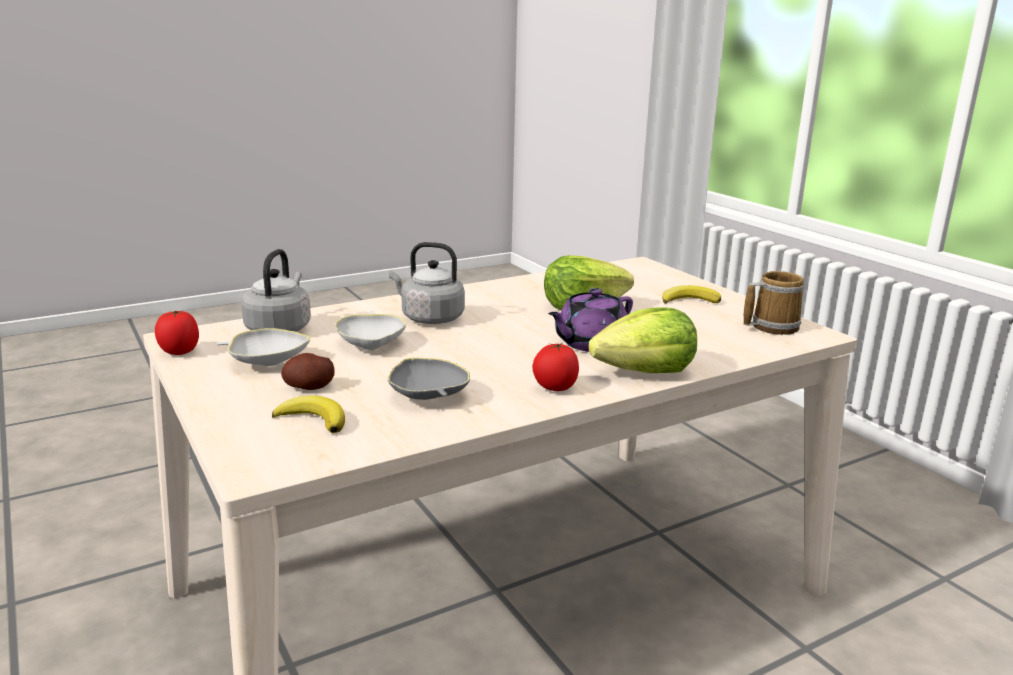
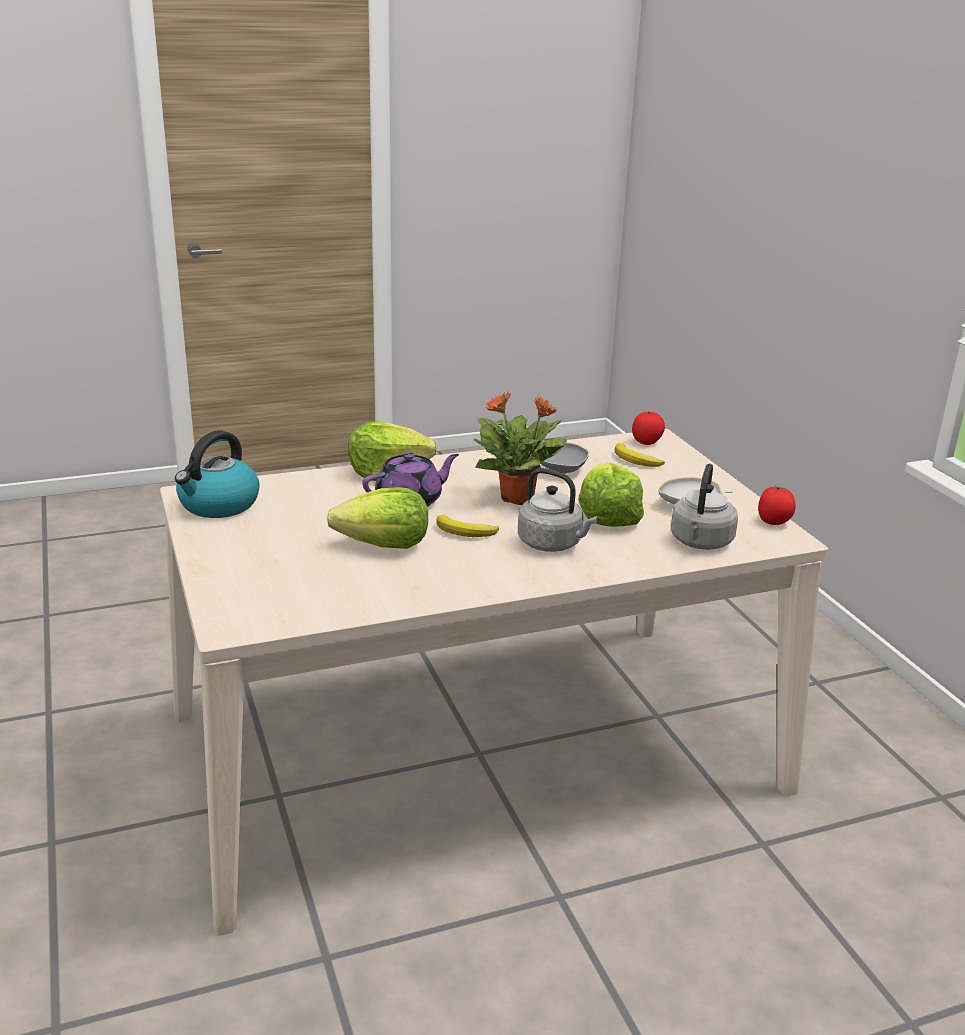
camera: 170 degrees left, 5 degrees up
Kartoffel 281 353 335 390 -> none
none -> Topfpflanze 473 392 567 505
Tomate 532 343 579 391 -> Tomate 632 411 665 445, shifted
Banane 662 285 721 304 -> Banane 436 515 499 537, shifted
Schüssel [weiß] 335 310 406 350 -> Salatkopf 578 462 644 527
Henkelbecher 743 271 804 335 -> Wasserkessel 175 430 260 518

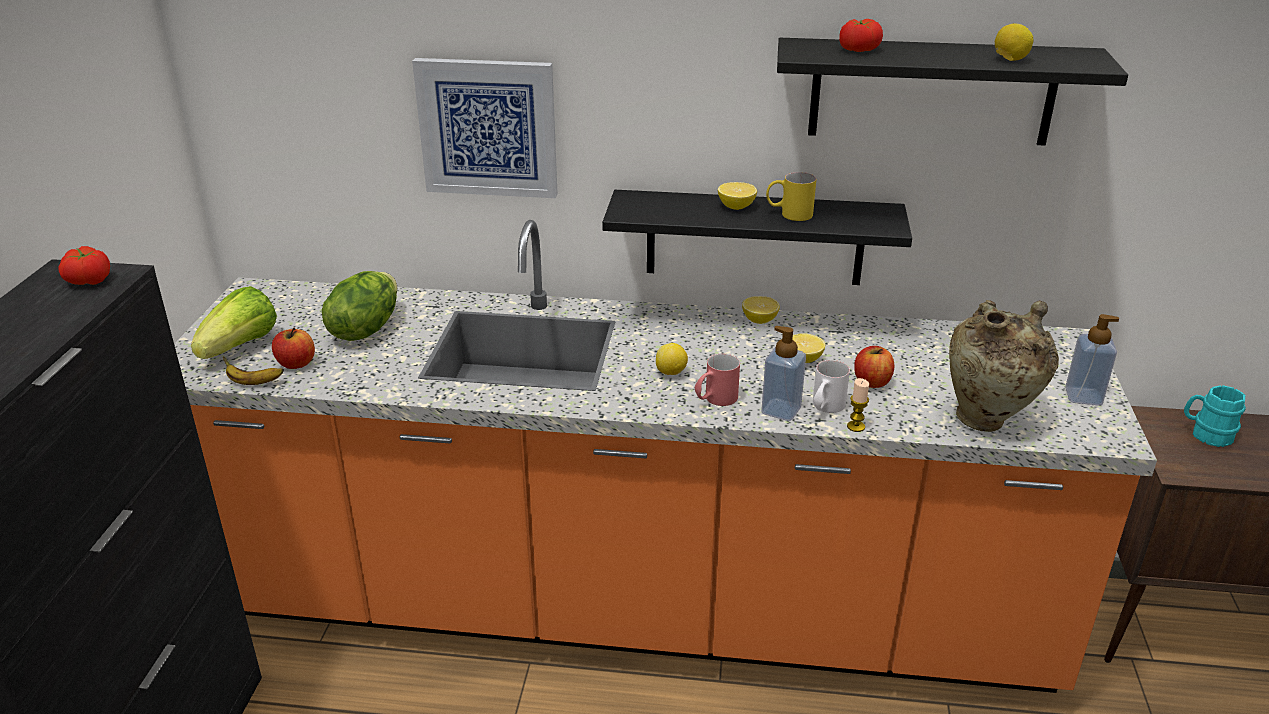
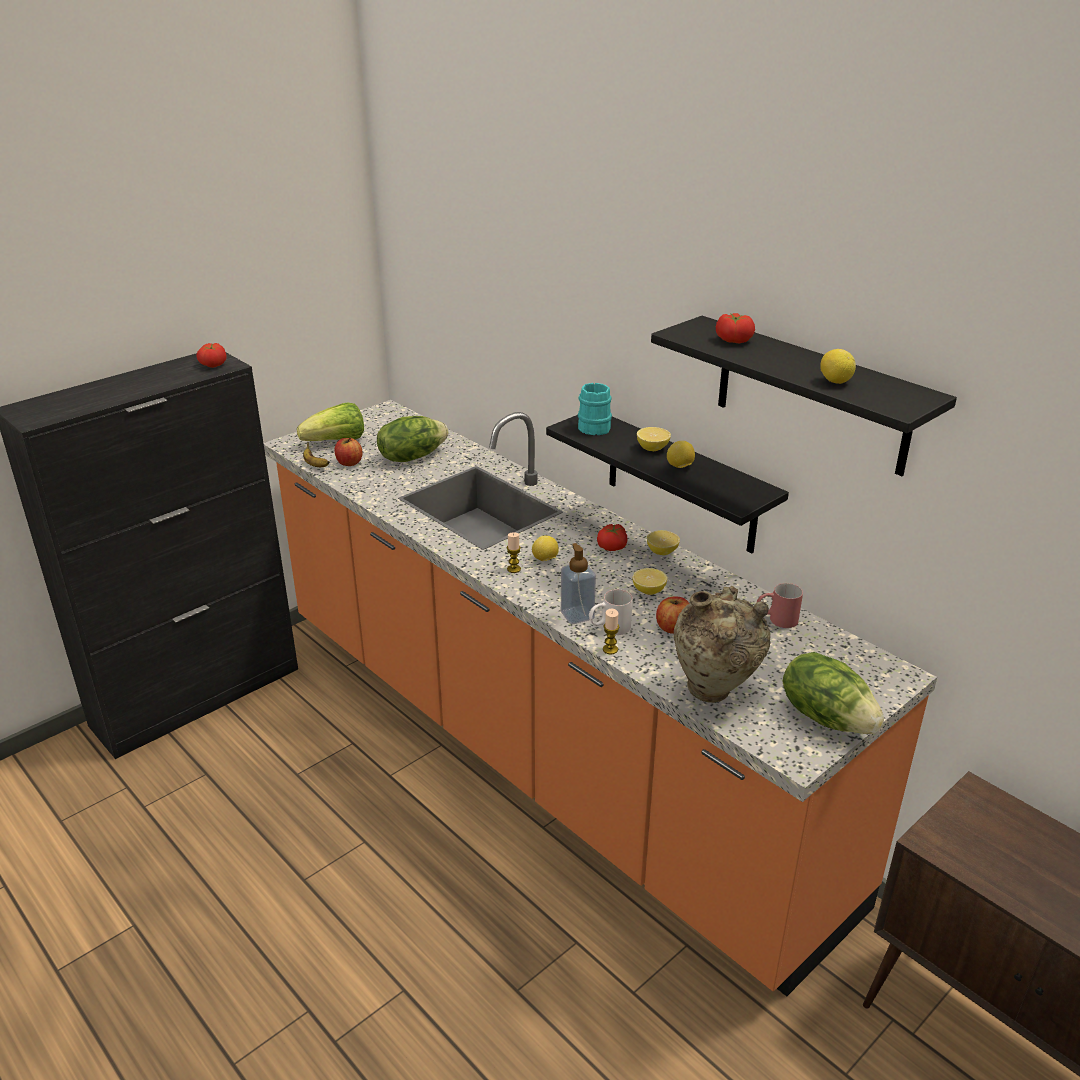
camera: 40 degrees right, 0 degrees up
Bild 412 58 558 198 -> none
none -> Kerze 507 532 521 573
none -> Tomate 597 524 627 551
Henkelbecher [rot] 695 354 740 406 -> Henkelbecher [rot] 757 583 803 628, shifted
Henkelbecher [türkis] 1184 385 1246 447 -> Henkelbecher [türkis] 578 383 612 435, shifted
Henkelbecher [gelb] 766 172 816 221 -> Zitrone 667 441 695 468
Seifenspender 1065 314 1119 406 -> Salatkopf 783 652 884 734

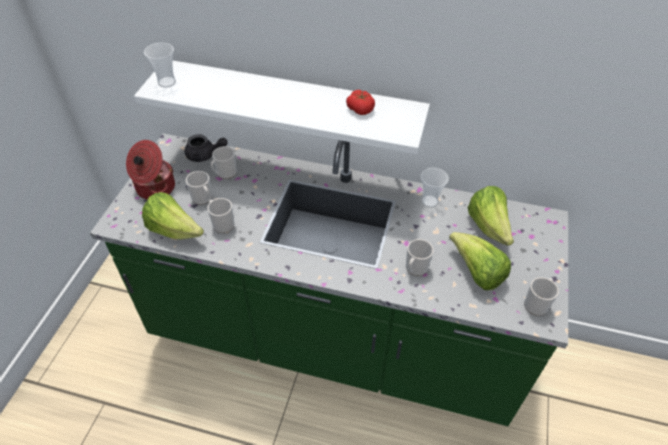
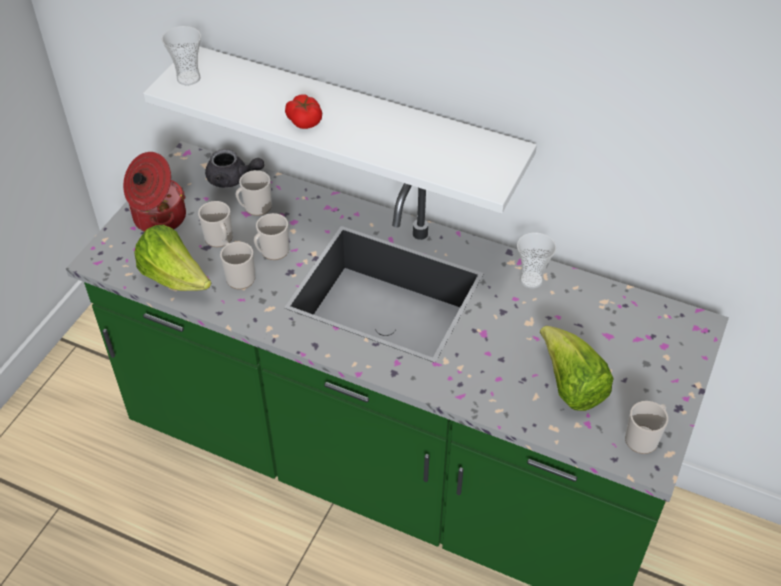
camera: 10 degrees right, 0 degrees up
Salatkopf 468 186 514 246 -> none
Tomate 346 90 375 115 -> Tomate 285 94 322 129, shifted
Henkelbecher 406 239 434 276 -> Henkelbecher 254 213 289 260, shifted

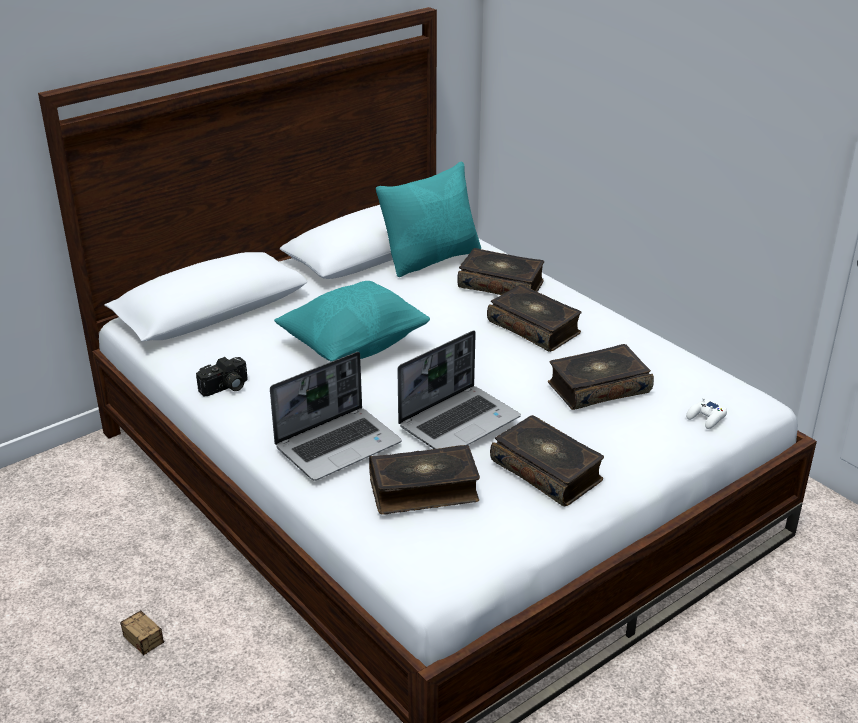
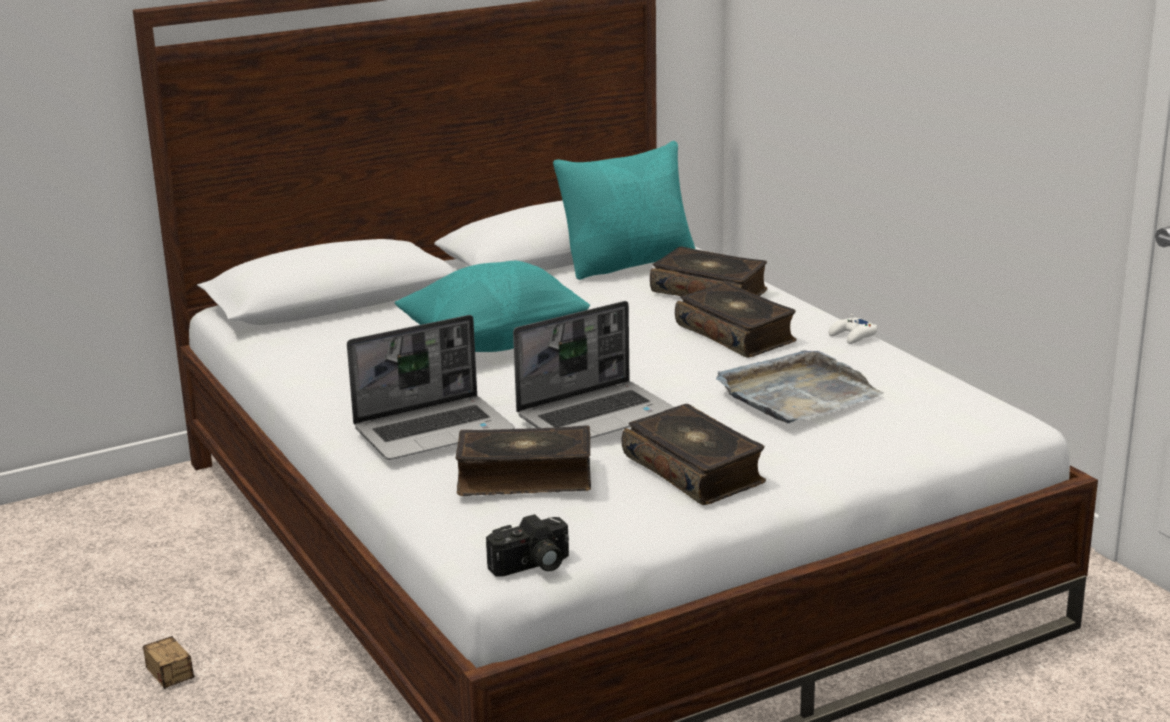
camera: 10 degrees right, 10 degrees down
Kamera 196 357 248 396 -> Kamera 486 514 569 576, shifted
Gamepad [weiß] 686 398 727 429 -> Gamepad [weiß] 829 314 877 344, shifted
Buch 548 344 654 410 -> Tablett [grau] 716 350 883 423

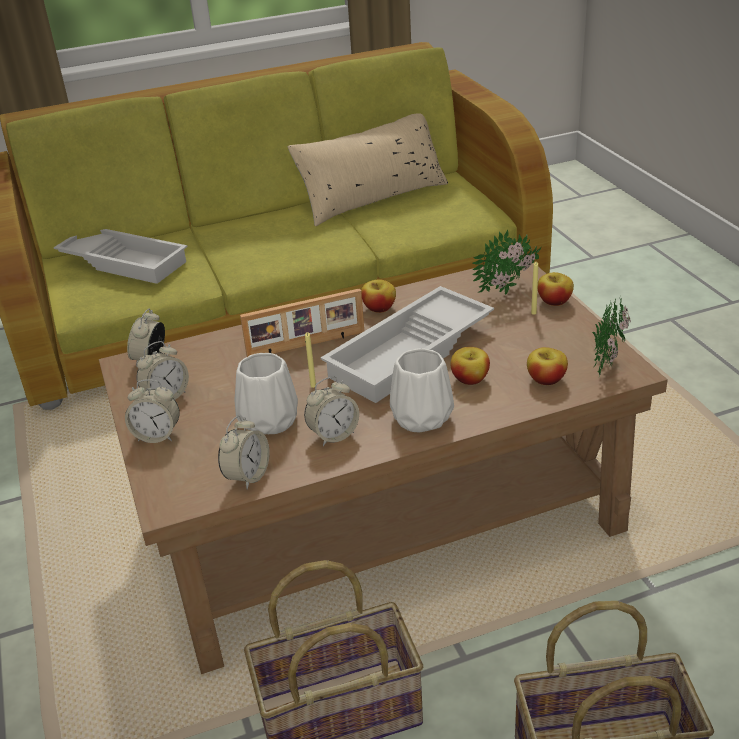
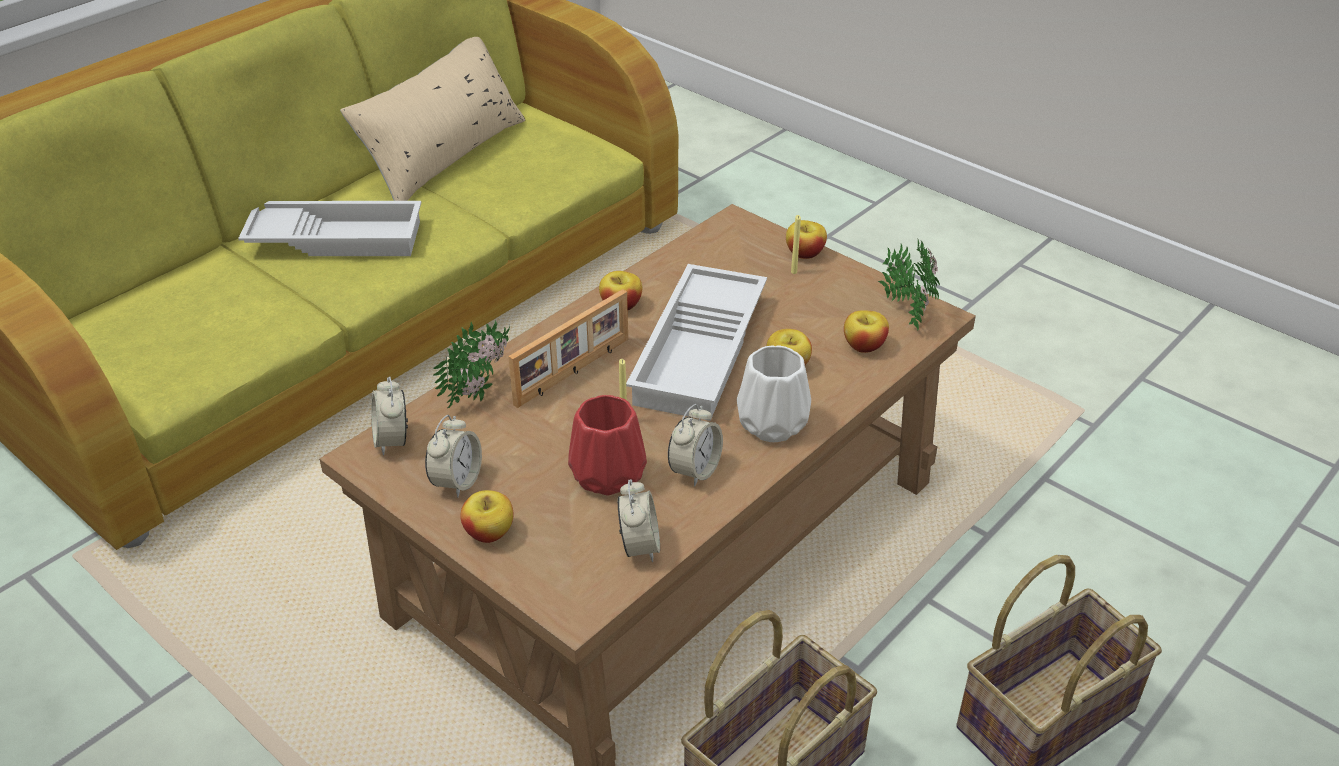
camera: 30 degrees left, 5 degrees up
Tablett [weiß] 54 229 187 284 -> Tablett [weiß] 238 201 421 256, shifted
Topfpflanze 472 229 541 295 -> Topfpflanze 433 320 510 408, shifted
Wecker 125 379 180 443 -> Apfel 460 490 513 543
Vase [weiß] 234 353 298 434 -> Vase [rot] 568 395 647 496

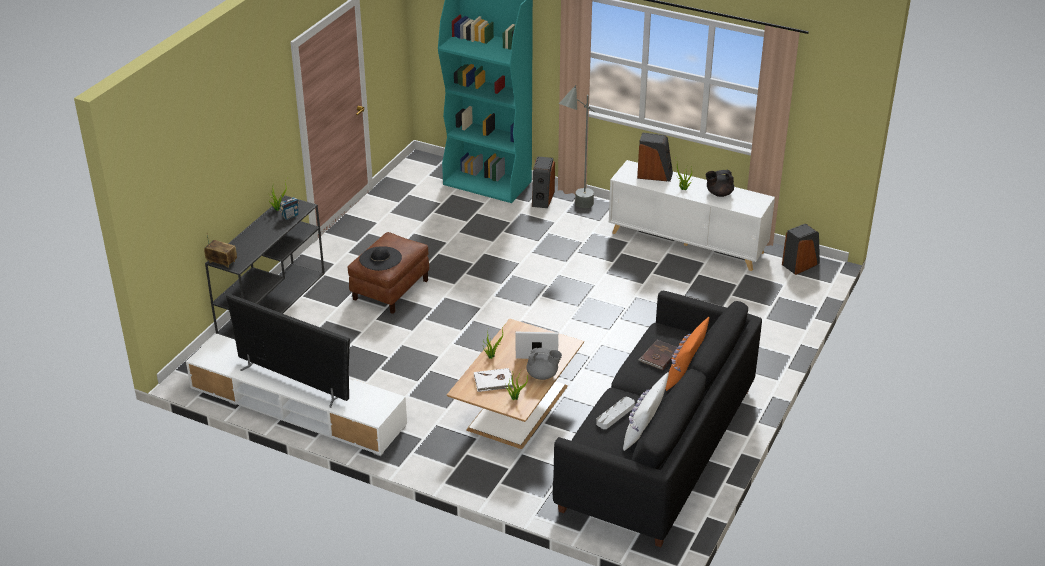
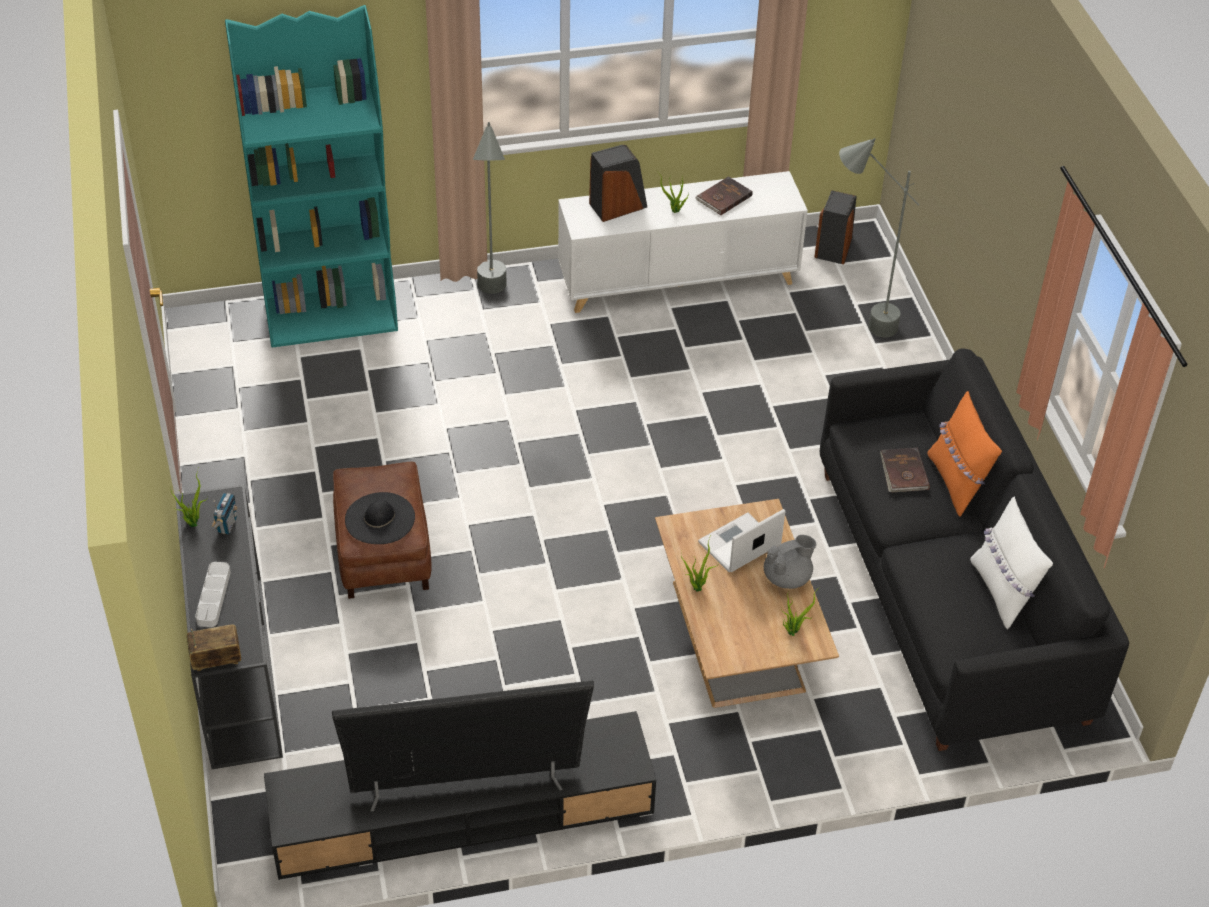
camera: 40 degrees left, 10 degrees up
Buch [weiß] 474 368 514 392 -> none
Lautsprecher 532 156 555 208 -> none
none -> Stehlampe [grau] 839 138 919 338
Tablett [grau] 596 397 635 429 -> Tablett [grau] 195 562 231 627, shifted
Teekanne [schwarz] 706 169 734 197 -> Buch [braun] 695 176 753 215
Fernsehschrank [weiß] 186 333 407 457 -> Fernsehschrank [schwarz] 264 711 656 881

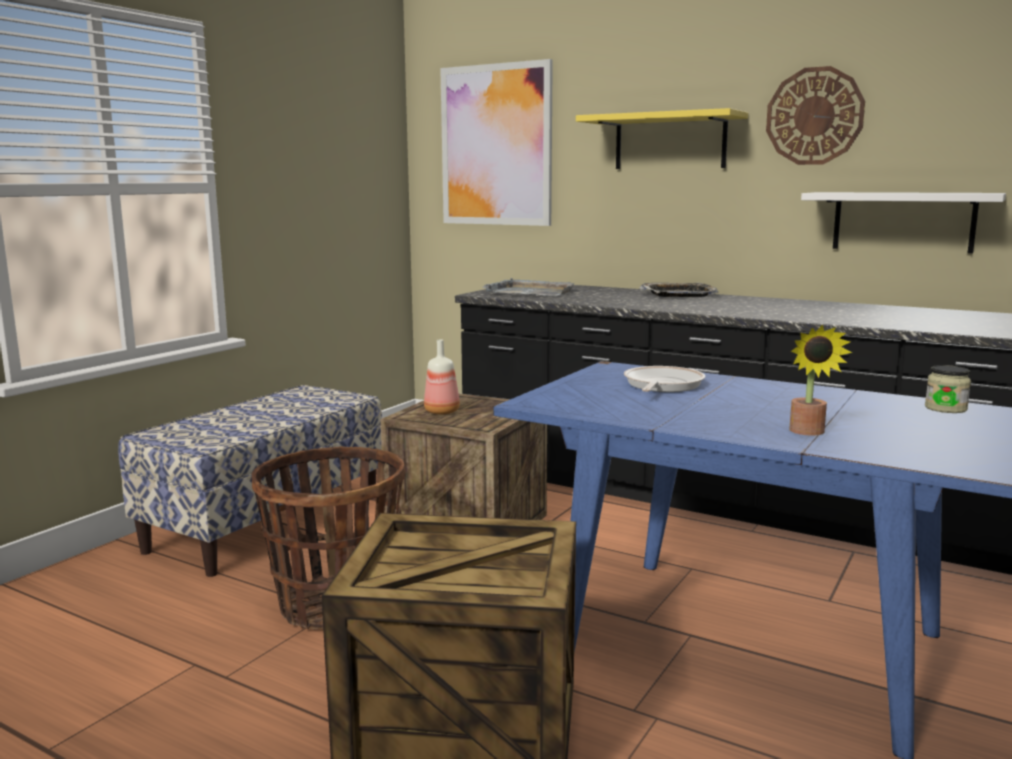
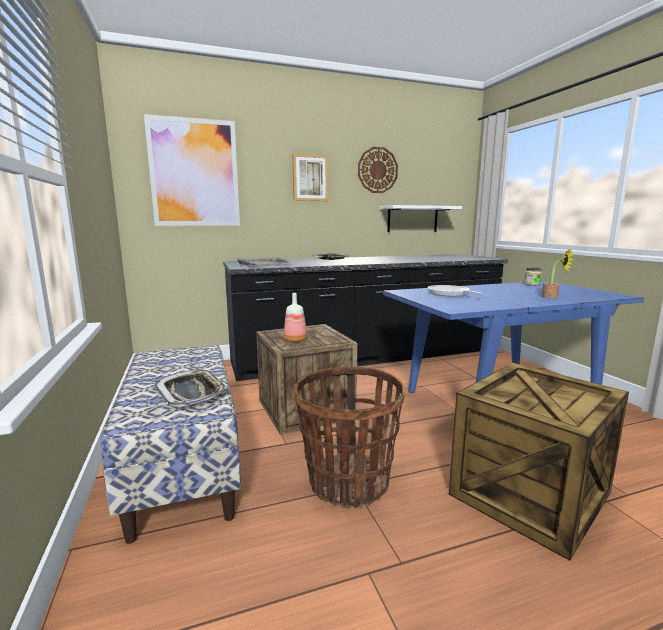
camera: 50 degrees left, 0 degrees up
none -> Tablett 155 369 227 407
Wandregal [gelb] 576 108 748 169 -> Bild 292 154 328 201

